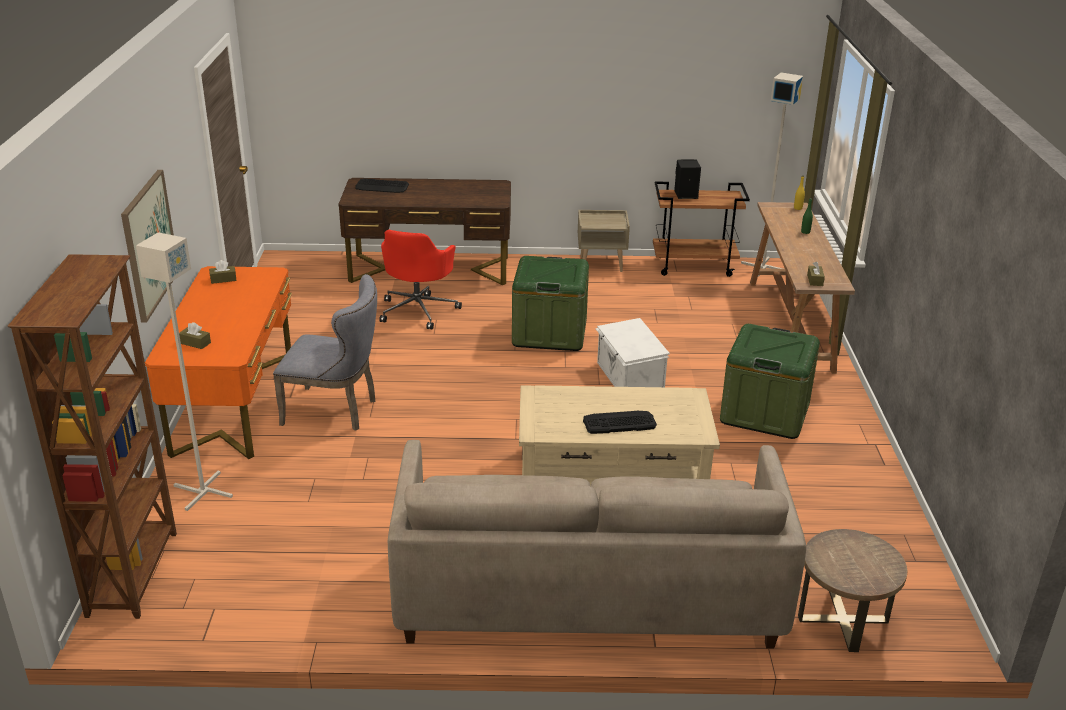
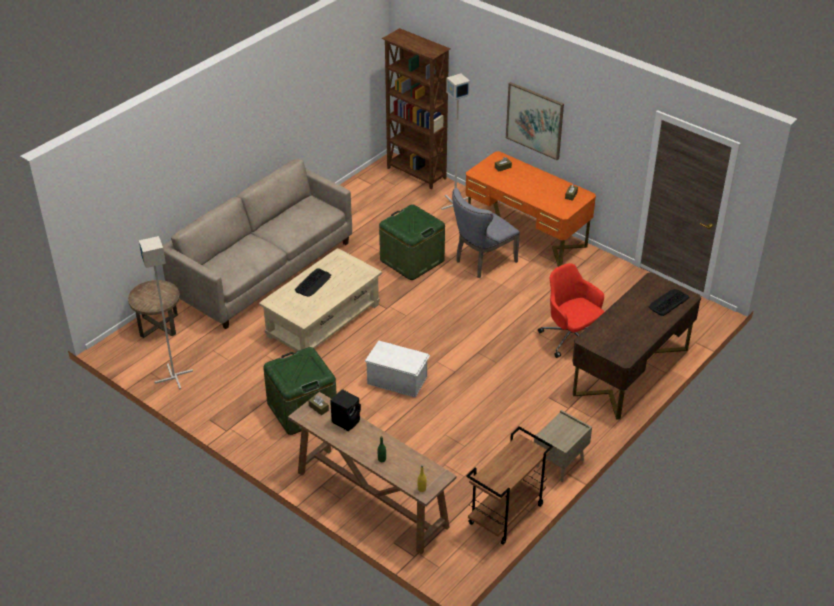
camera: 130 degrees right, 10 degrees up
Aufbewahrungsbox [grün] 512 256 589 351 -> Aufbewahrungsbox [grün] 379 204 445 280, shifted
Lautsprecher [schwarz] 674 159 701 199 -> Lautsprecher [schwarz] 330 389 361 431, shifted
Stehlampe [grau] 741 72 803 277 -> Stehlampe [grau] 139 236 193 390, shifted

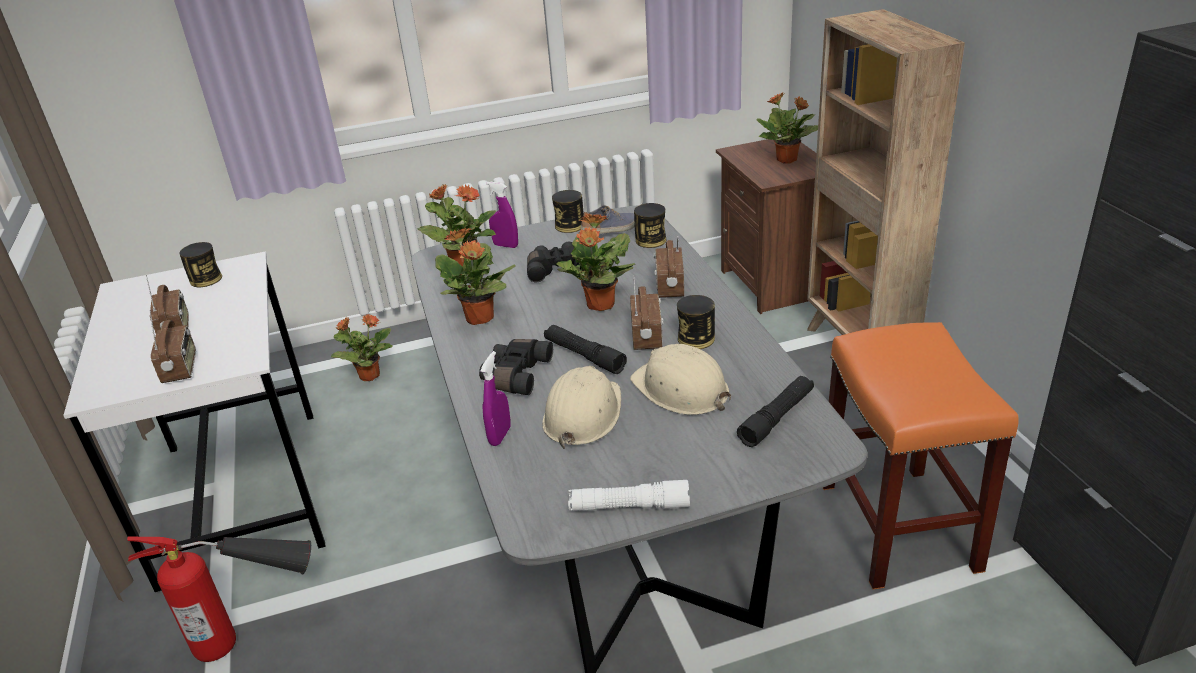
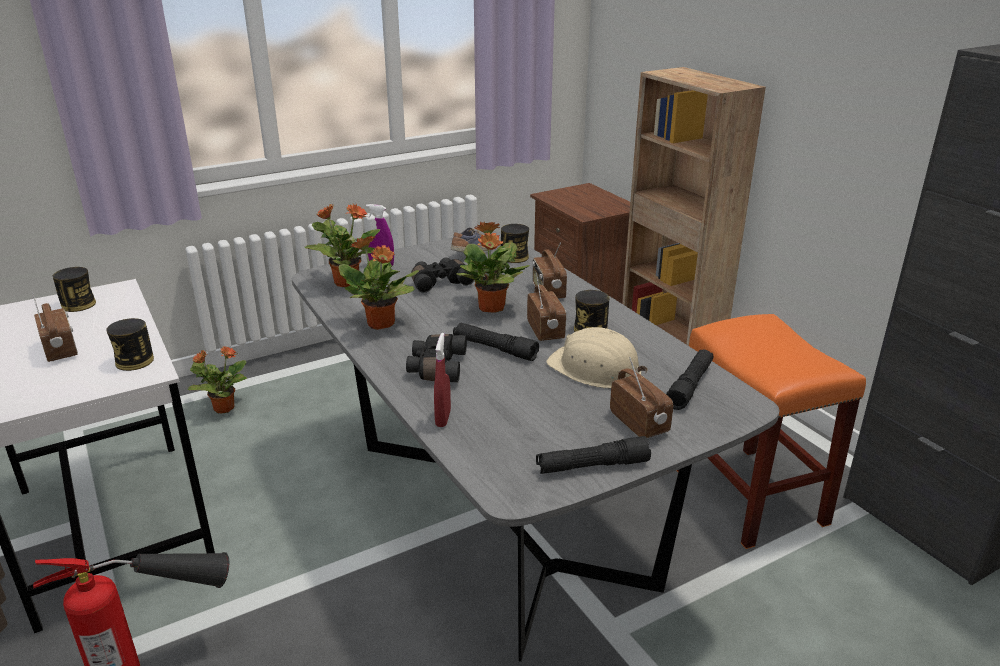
camera: 15 degrees left, 5 degrees down
Schutzhelm [beige] 542 366 621 449 -> none
Topfpflanze 756 92 818 164 -> none
Radio 149 310 196 383 -> Radio 610 357 673 438, shifted
Dose 552 190 584 233 -> Dose 106 318 154 371, shifted
Sprühflasche [lila] 480 351 511 446 -> Sprühflasche [rot] 434 333 451 427
Taschenlampe [weiß] 568 480 690 511 -> Taschenlampe [schwarz] 536 436 651 474

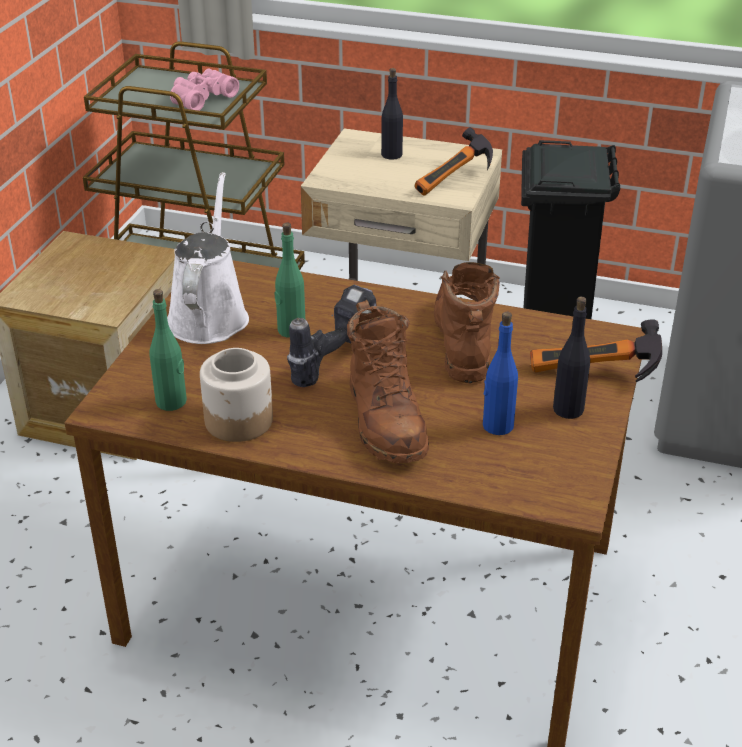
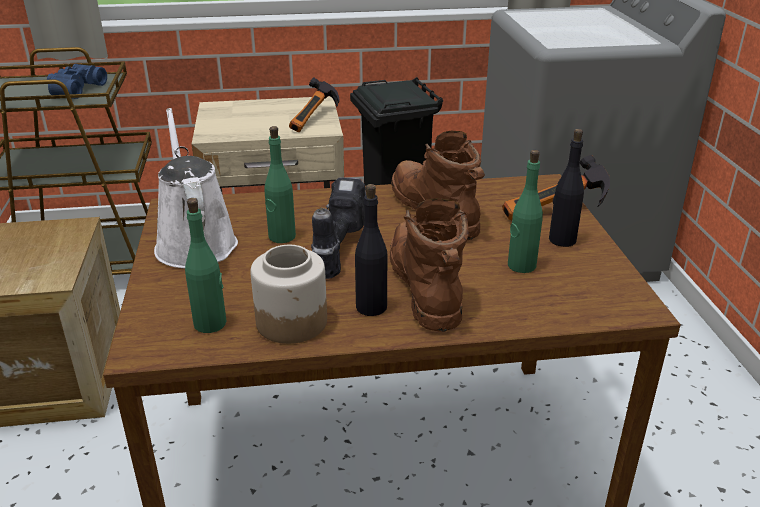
camera: 25 degrees left, 5 degrees down
Flasche [schwarz] 381 68 403 160 -> Flasche [schwarz] 355 184 387 316, shifted
Fernglas [rosa] 170 69 239 111 -> Fernglas [blau] 47 64 107 99
Flasche [blau] 483 312 518 435 -> Flasche [grün] 508 150 543 273
Stiefel [braun] 347 300 429 463 -> Stiefel [braun] 390 198 469 332, 150 degrees counterclockwise

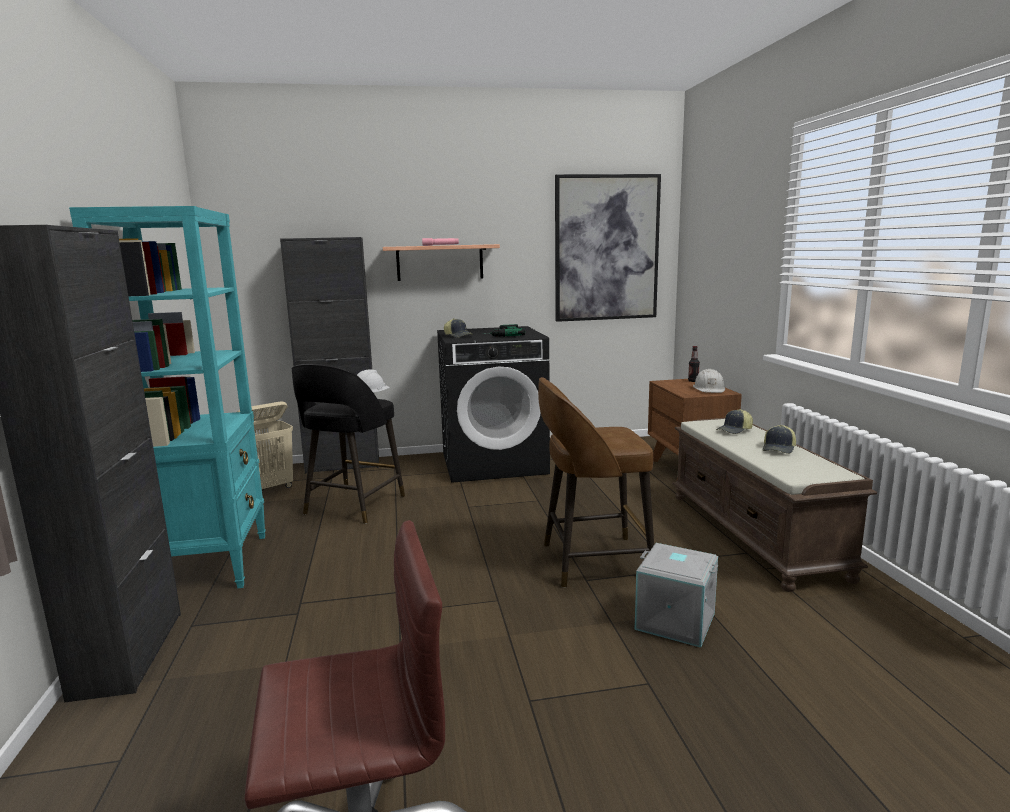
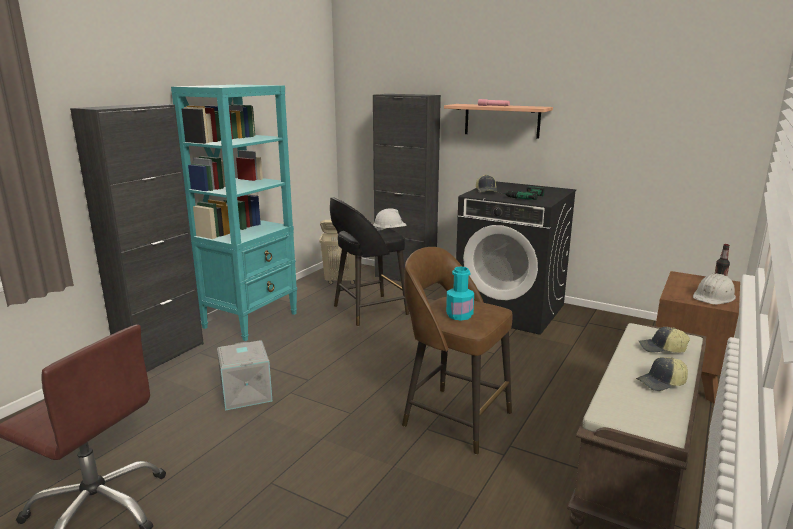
camera: 40 degrees right, 5 degrees up
Bild 555 174 661 322 -> none
none -> Flasche [türkis] 446 267 474 321
Aufbewahrungsbox [grau] 635 543 718 648 -> Aufbewahrungsbox [grau] 217 340 272 411, shifted

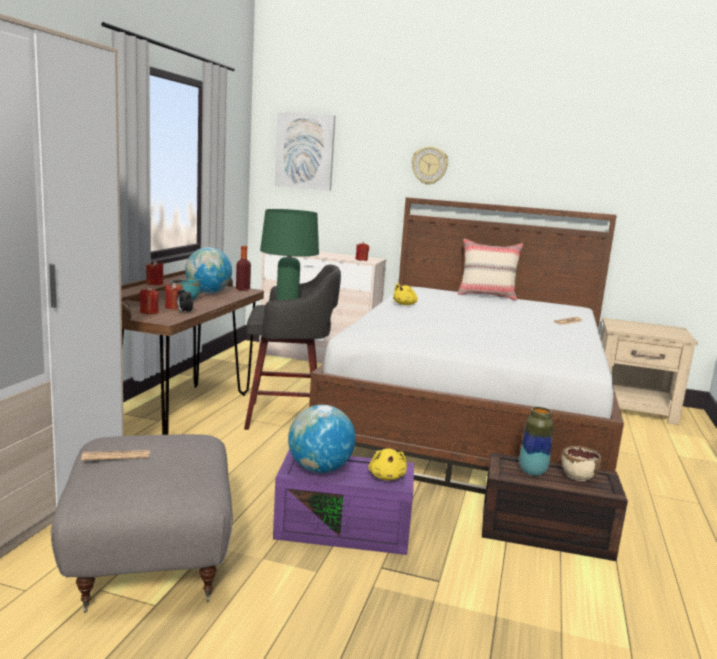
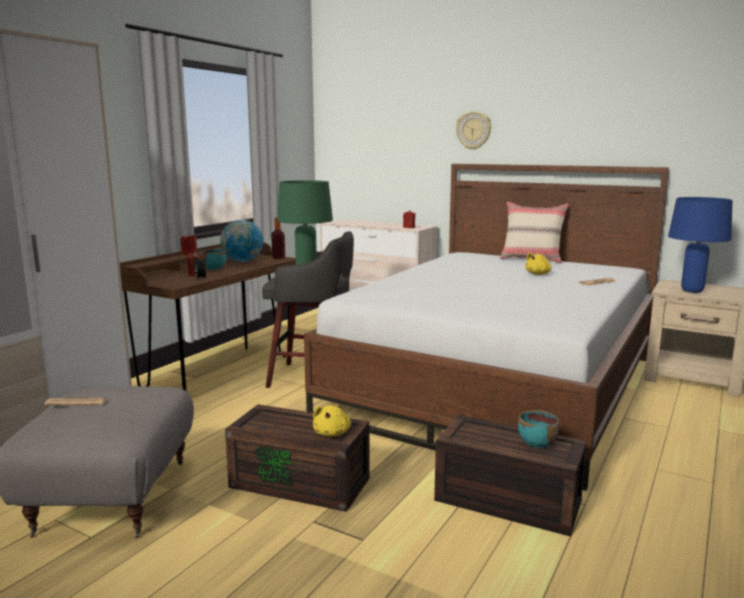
camera: 15 degrees right, 0 degrees up
Kerze [rot] 140 287 159 314 -> none
Bild 274 112 335 190 -> none
Globus 288 405 356 473 -> none
Vase 519 407 553 476 -> none
none -> Tischlampe [blau] 668 197 732 293
Plüschtier [gelb] 393 283 418 305 -> Plüschtier [gelb] 525 252 551 275, shifted
Aufbewahrungsbox [lila] 273 450 414 555 -> Aufbewahrungsbox [braun] 225 404 369 512
Schüssel [beige] 561 446 601 481 -> Schüssel [türkis] 518 410 559 448

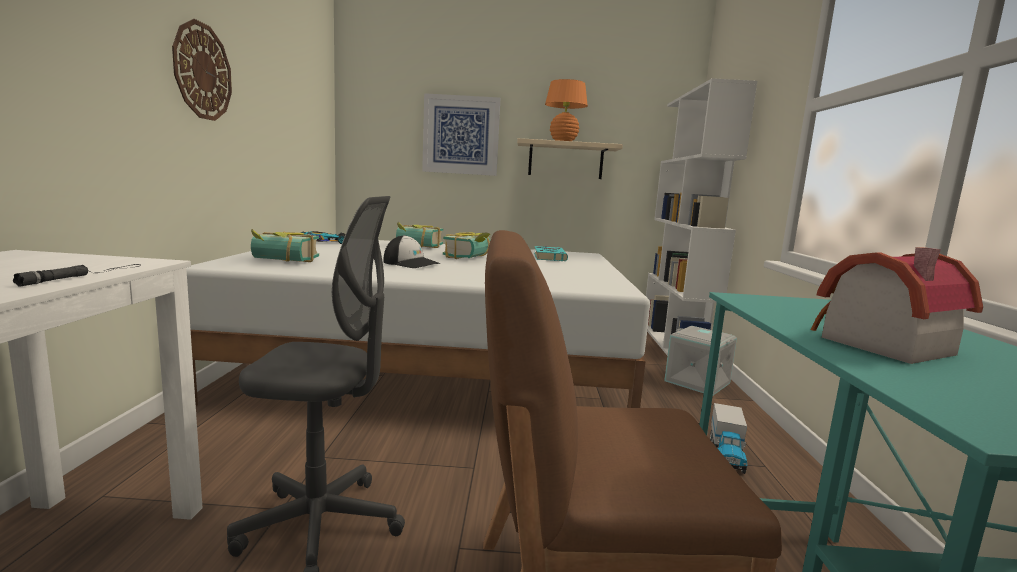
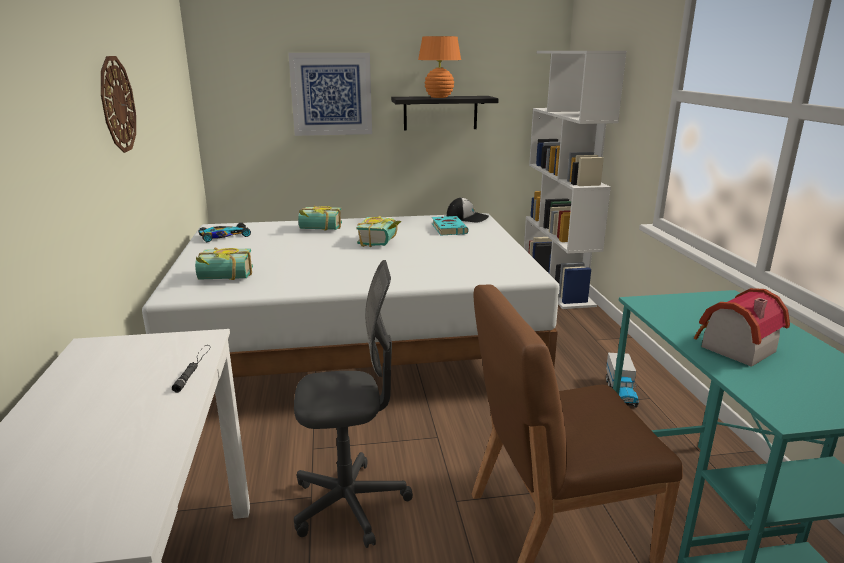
camera: 10 degrees left, 10 degrees up
Aufbewahrungsbox [grau] 664 326 737 395 -> none
Kappe 383 235 440 268 -> Kappe 447 198 489 223, shifted
Wandregal [beige] 517 138 623 179 -> Wandregal [schwarz] 391 96 499 131

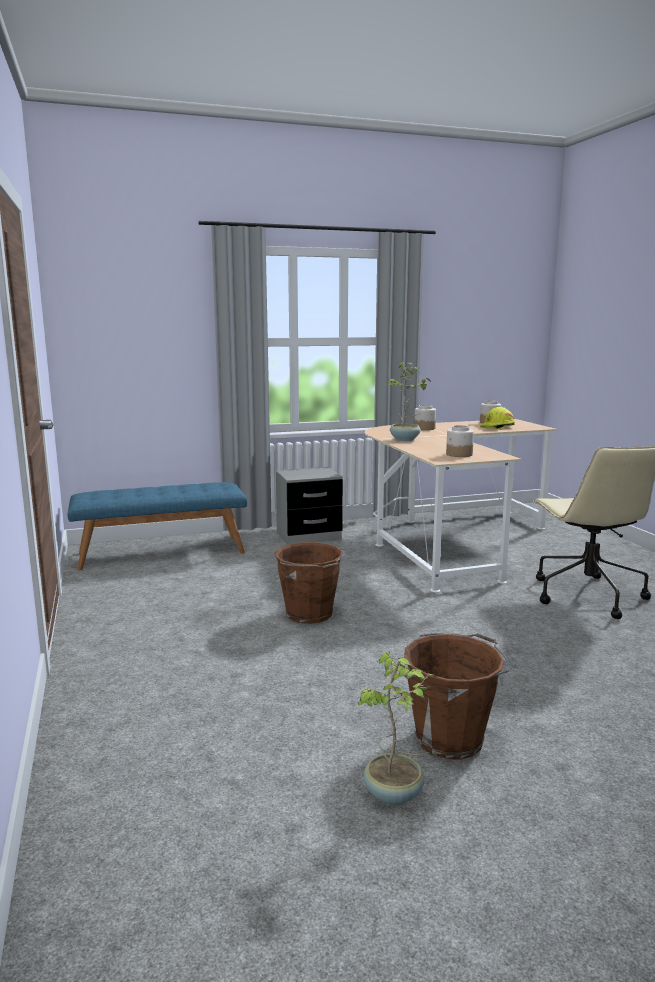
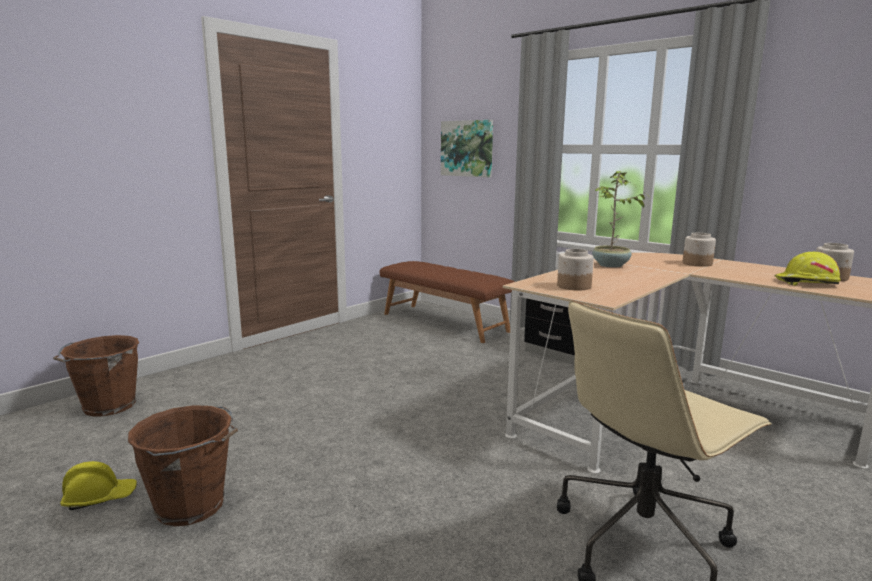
camera: 60 degrees right, 0 degrees up
none -> Bild 441 120 493 177
Eimer [braun] 275 542 346 624 -> Eimer [braun] 53 335 139 416, shifted
Topfpflanze 357 651 436 806 -> Schutzhelm [gelb] 60 461 137 510
Bank [blau] 68 482 247 570 -> Bank [braun] 380 261 515 343

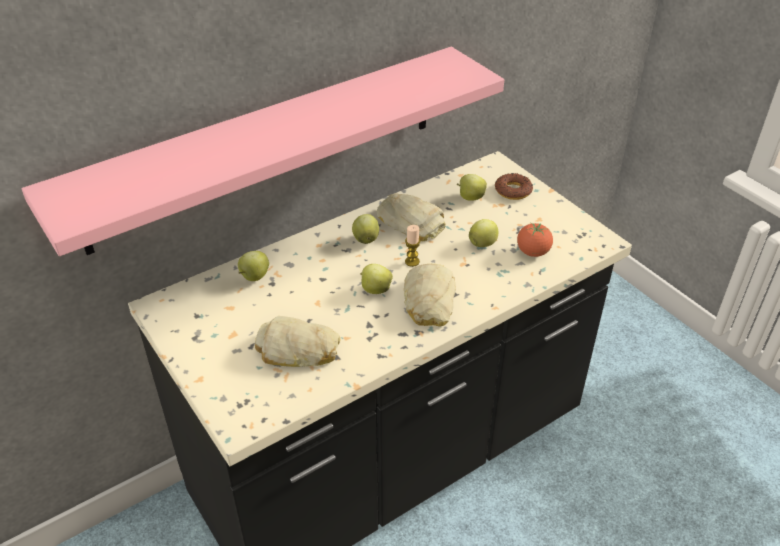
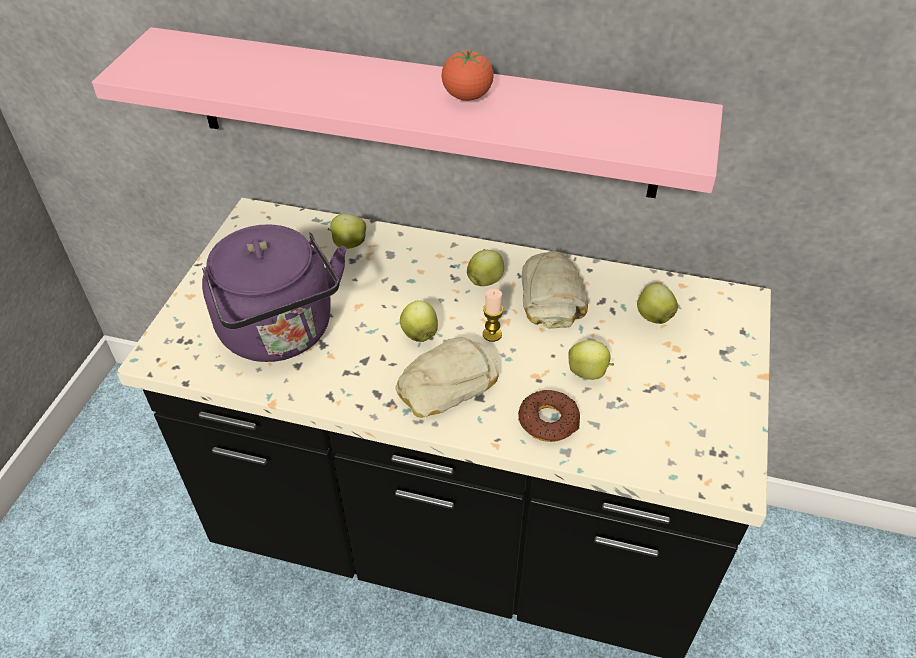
camera: 50 degrees right, 5 degrees up
Donut 495 173 533 200 -> Donut 518 390 580 442, shifted
Tomate 517 223 553 257 -> Tomate 442 49 494 101, shifted
Brot 255 316 340 367 -> Wasserkessel [lila] 202 224 346 362

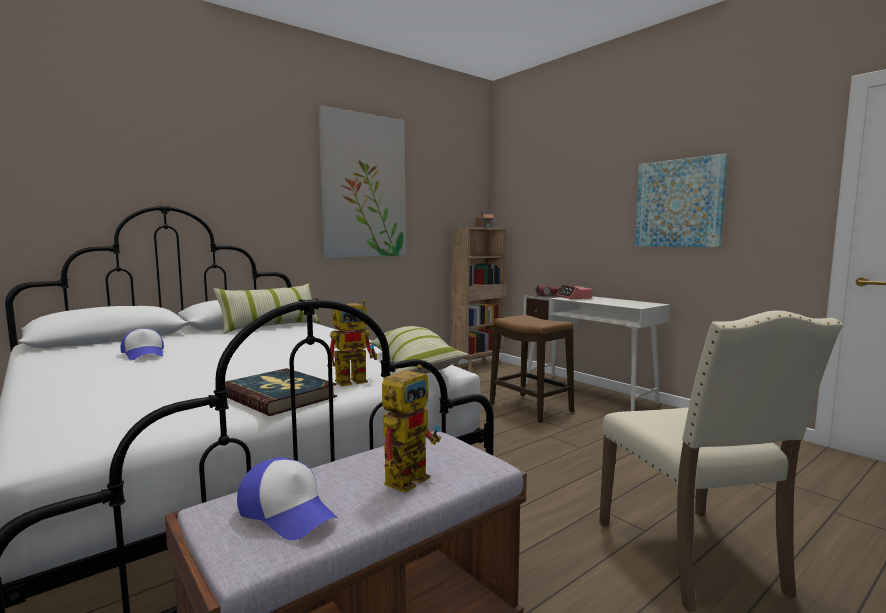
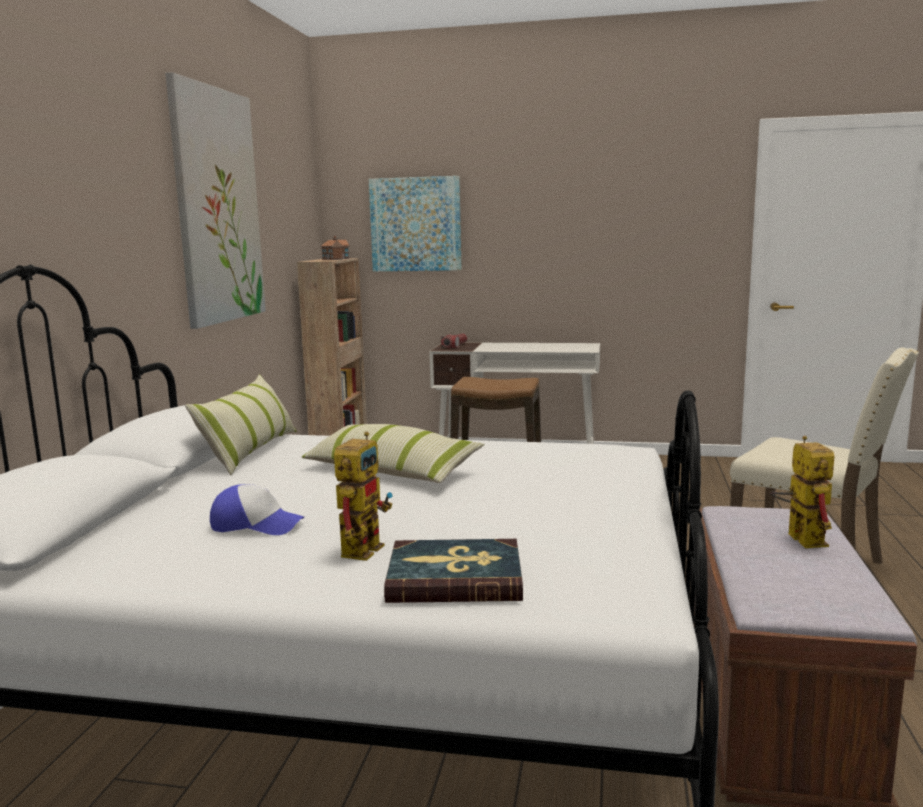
camera: 40 degrees left, 5 degrees up
Kappe 237 457 338 541 -> none
Wecker 556 284 592 299 -> none
Buch 225 368 337 416 -> Buch 384 539 523 603, shifted
Spielzeugroboter 327 299 378 386 -> Spielzeugroboter 334 431 393 561, shifted
Kissen 370 326 469 374 -> Kissen 302 424 484 483, shifted
Bild 635 153 728 247 -> Bild 369 176 462 271, shifted

